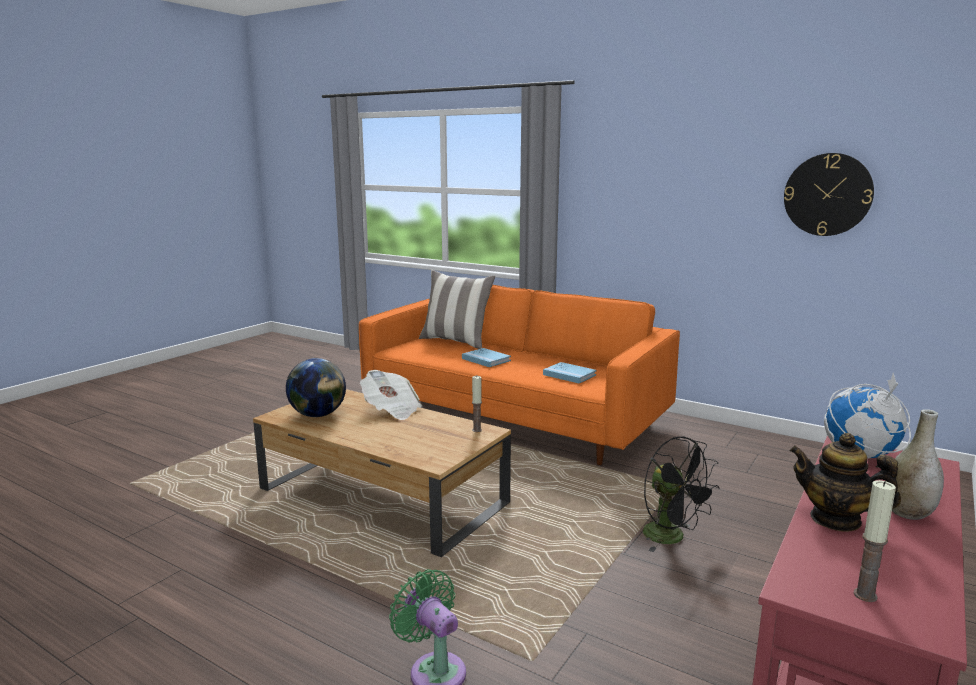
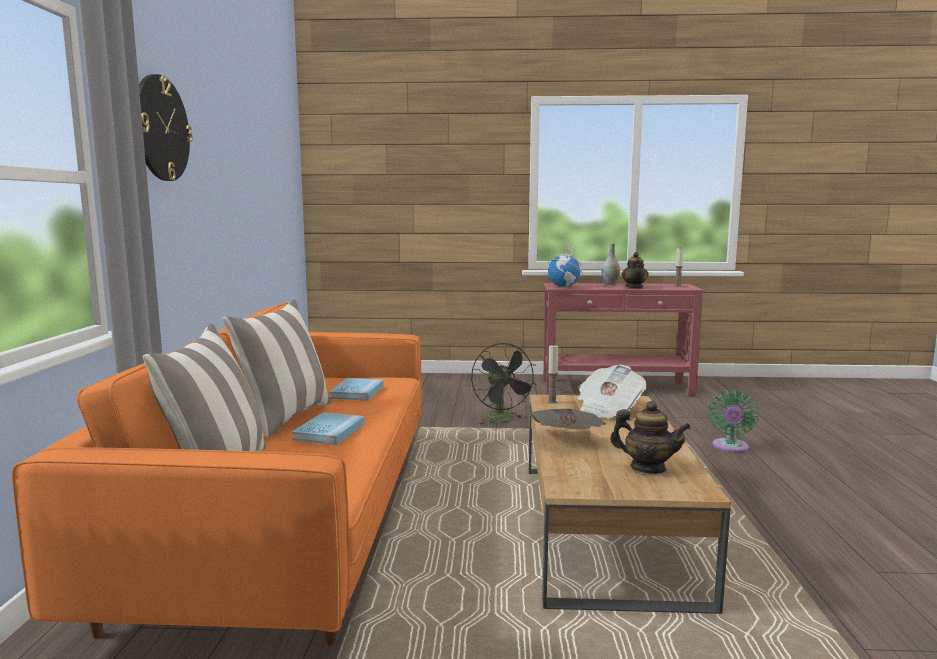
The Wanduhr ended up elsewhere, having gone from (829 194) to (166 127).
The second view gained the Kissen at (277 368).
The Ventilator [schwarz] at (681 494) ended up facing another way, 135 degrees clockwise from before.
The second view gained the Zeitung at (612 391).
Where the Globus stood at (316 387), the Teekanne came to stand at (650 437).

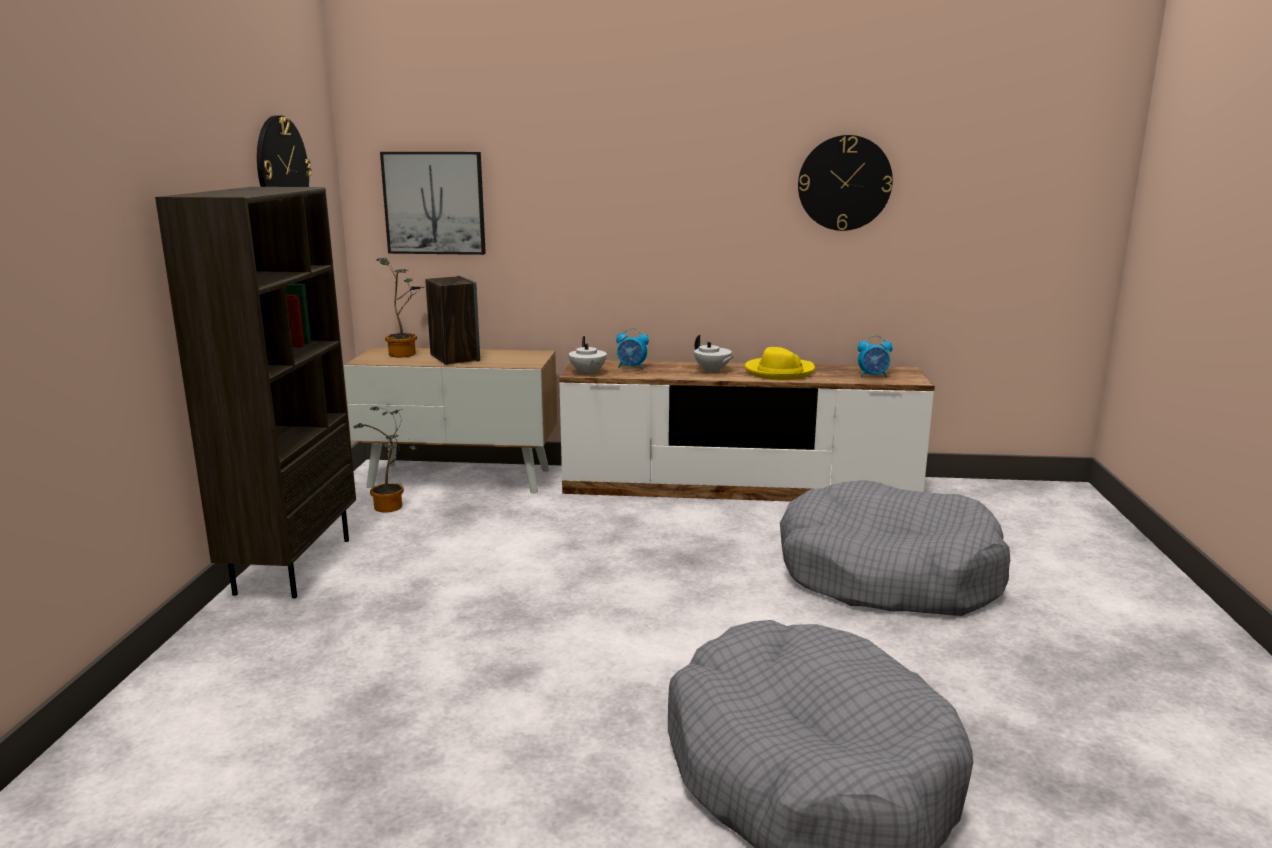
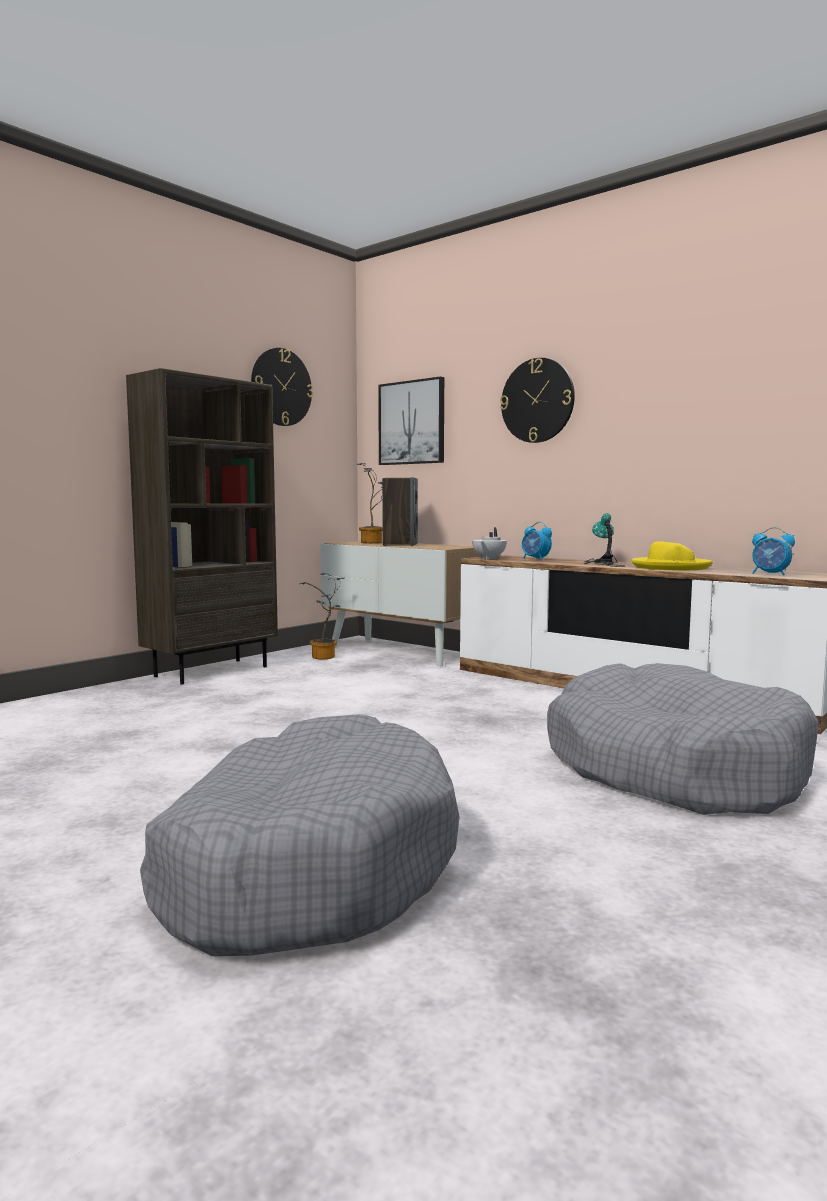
The Wanduhr ended up elsewhere, having gone from (845 183) to (537 400).
Where the Teekanne [weiß] stood at (714 354), the Tischlampe came to stand at (604 540).

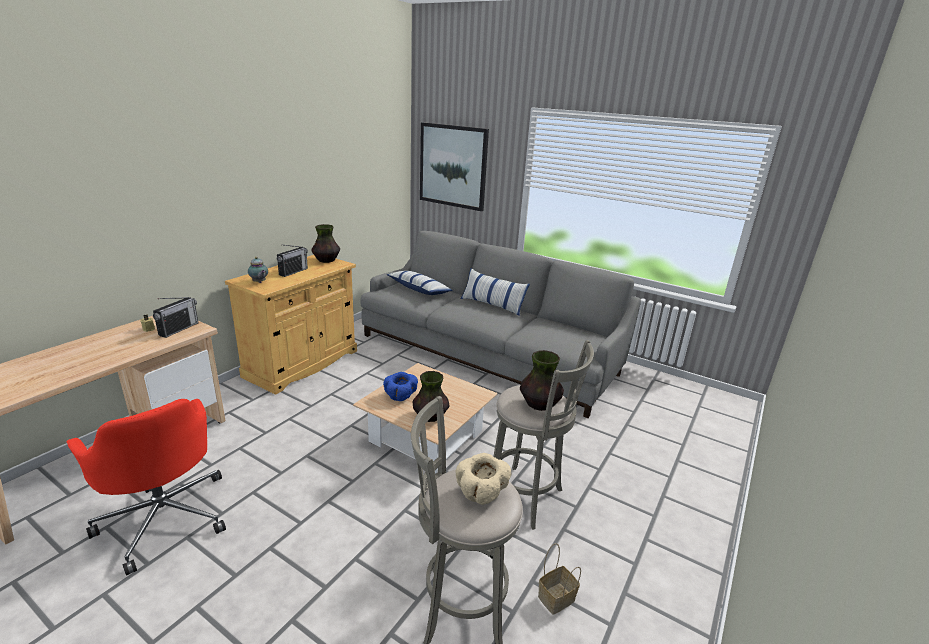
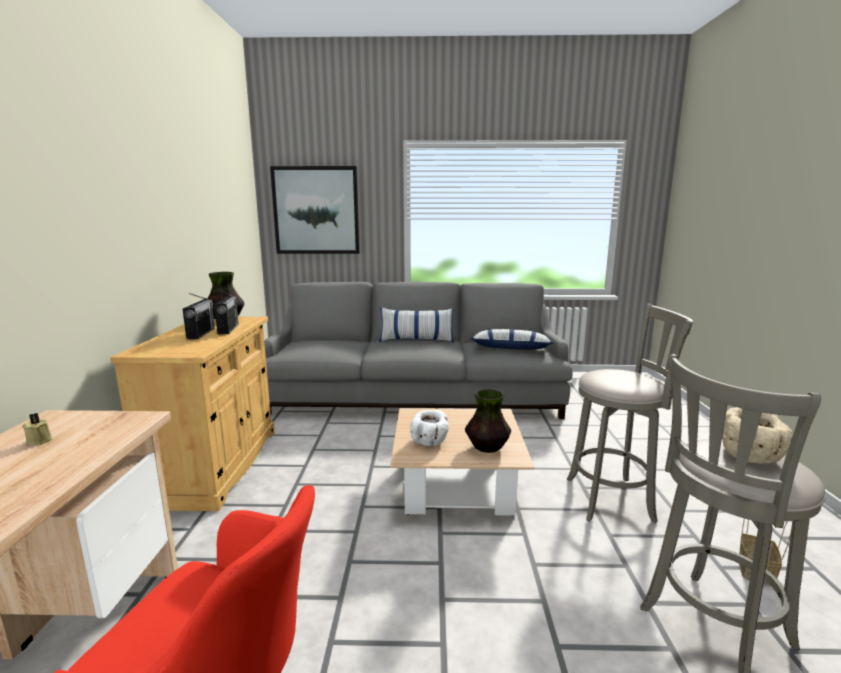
The Radio ended up elsewhere, having gone from (176 317) to (226 312).
What was the Schüssel [blau] at (400 386) turned into the Schüssel [weiß] at (429 428).
The Kissen ended up elsewhere, having gone from (420 283) to (511 339).
The second view lost the Teekanne at (258 270).
The second view lost the Vase at (542 380).

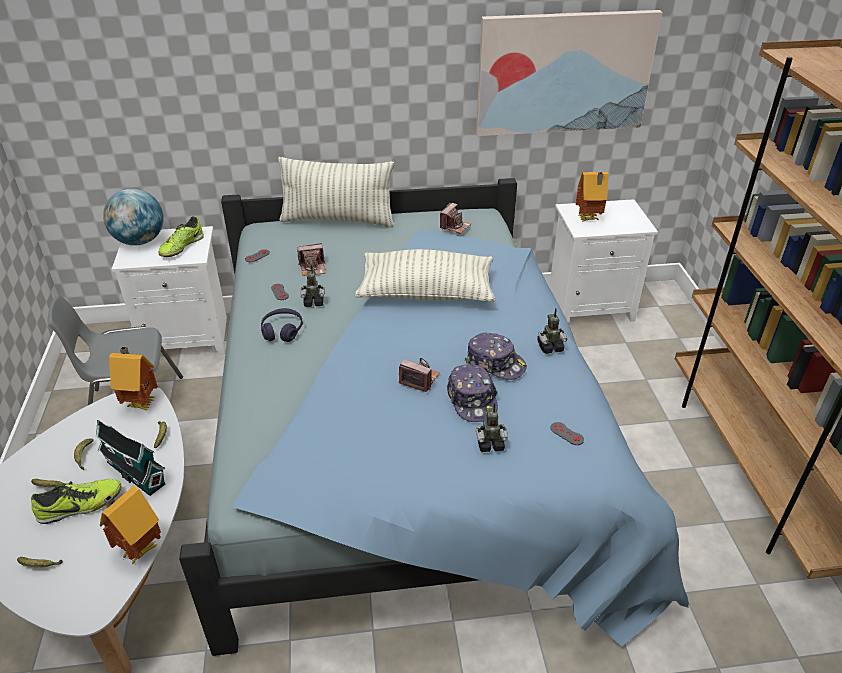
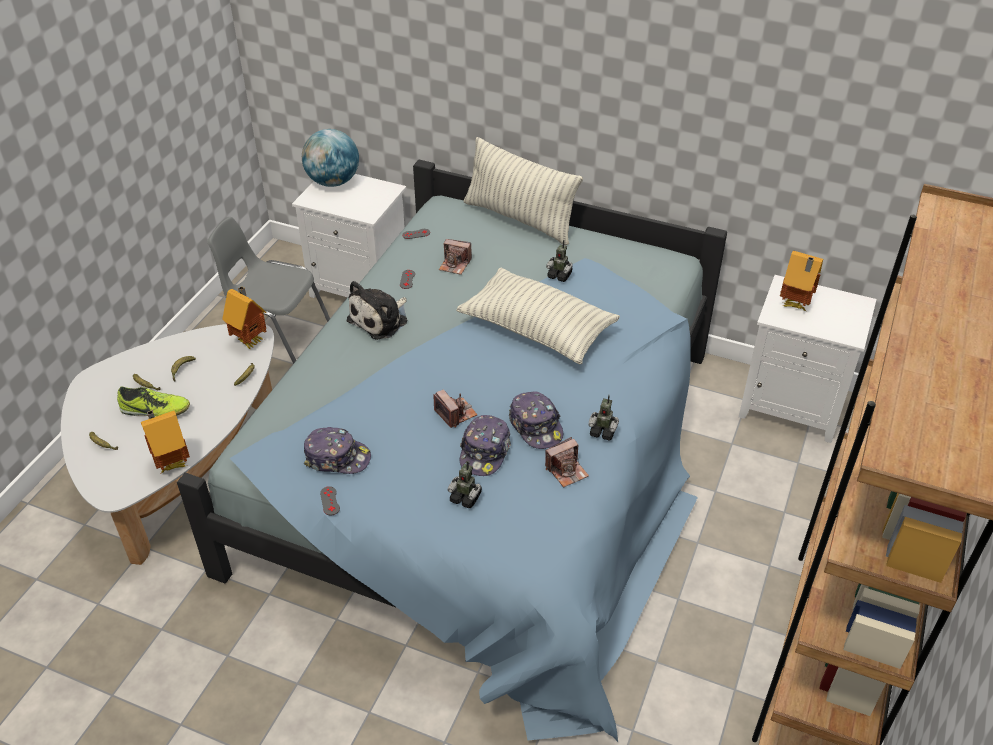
The second view gained the Kappe at (337 450).
The Gamepad [grau] ended up elsewhere, having gone from (567 433) to (330 500).
Where the Kopfhörer [lila] stood at (282 325), the Plüschtier came to stand at (377 310).
The Kamera ended up elsewhere, having gone from (455 218) to (567 462).
The Spielzeugroboter ended up elsewhere, having gone from (312 286) to (559 261).
The second view lost the Spielzeughaus at (131 458).
The second view lost the Schuh at (181 236).
The second view lost the Bild at (569 73).

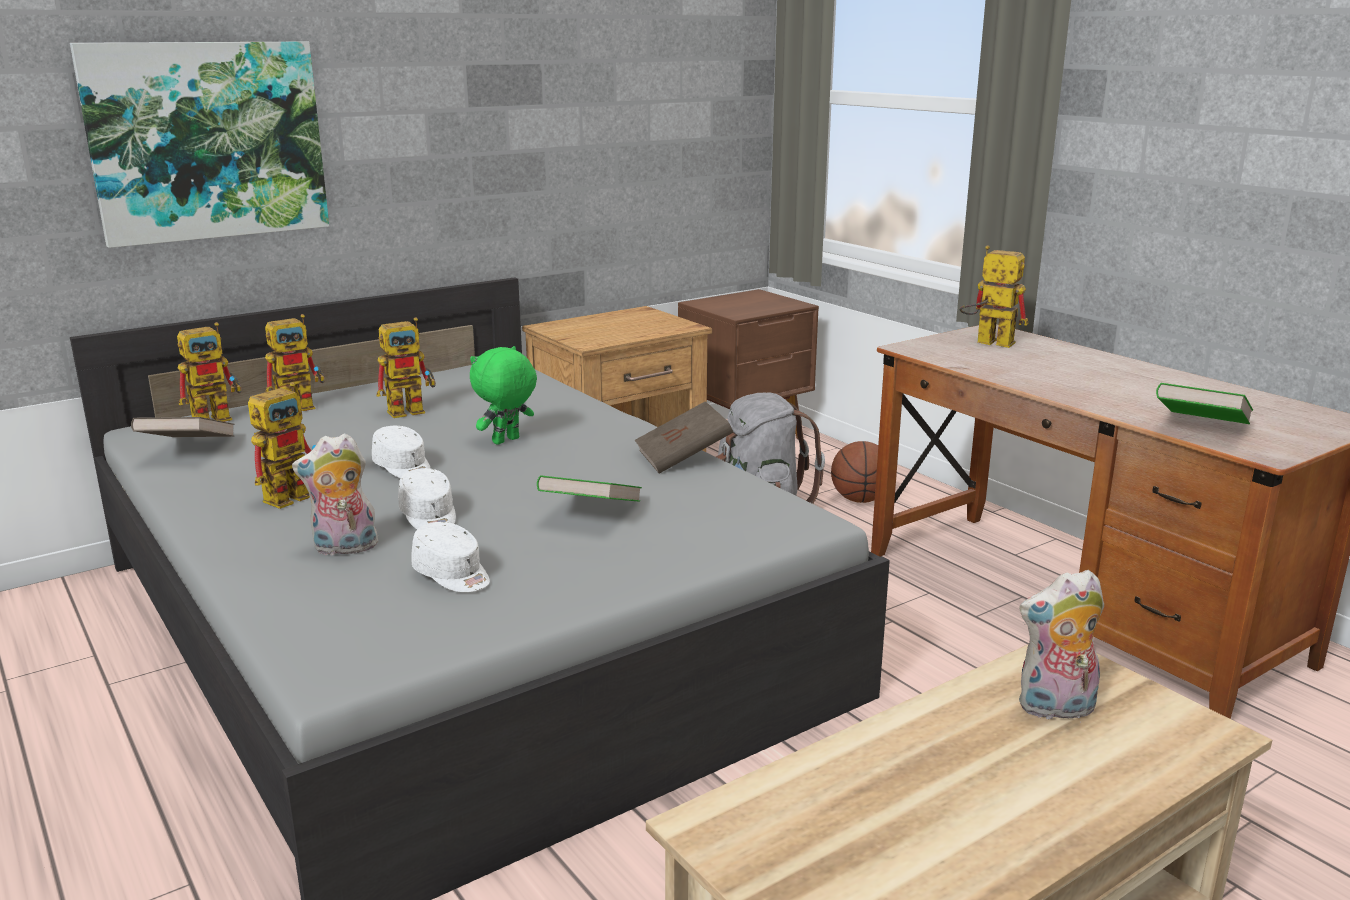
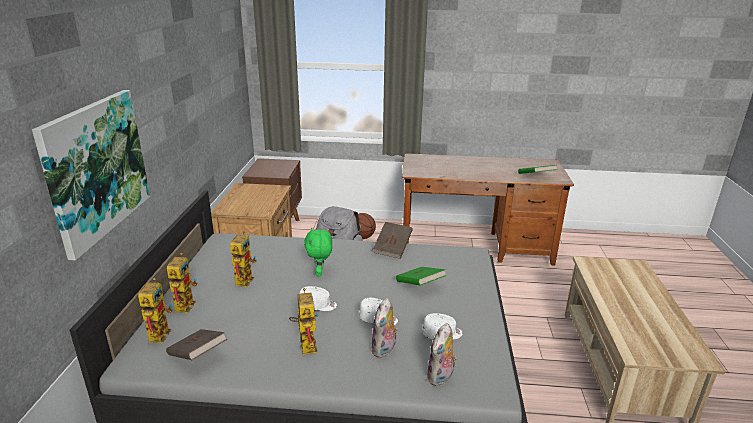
The Plüschtier ended up elsewhere, having gone from (1061 644) to (441 354).
The second view lost the Spielzeugroboter at (994 296).

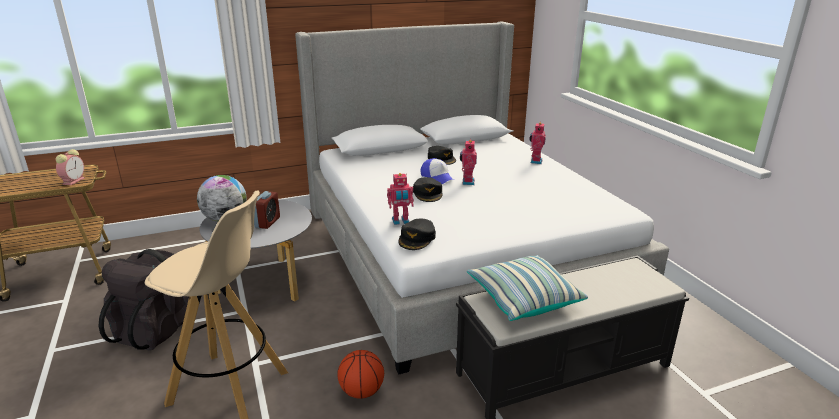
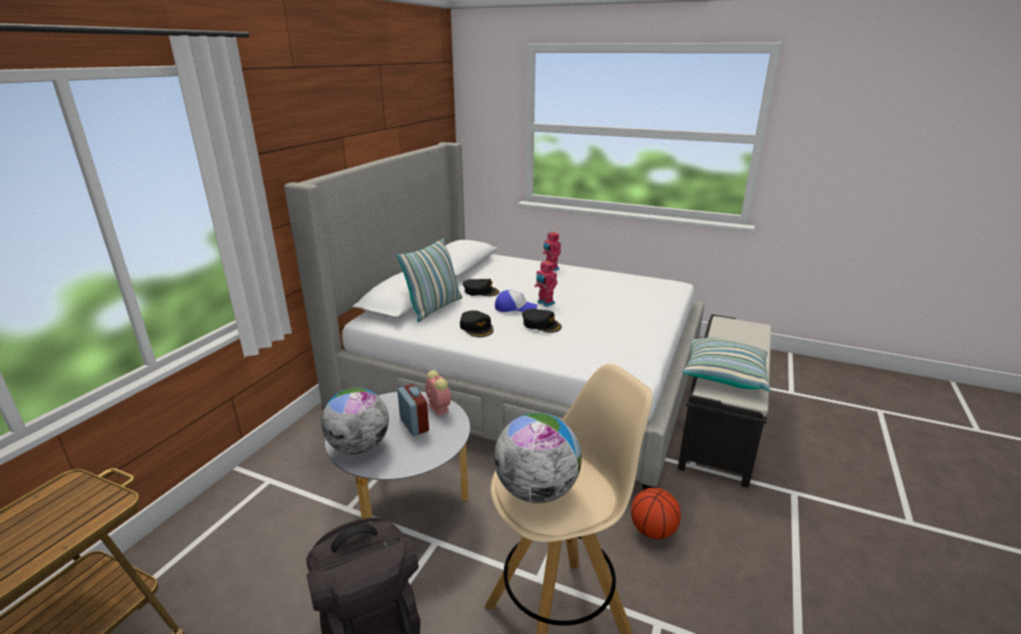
The second view gained the Kissen at (429 280).
The Wecker ended up elsewhere, having gone from (70 167) to (438 393).
The Kappe [schwarz] ended up elsewhere, having gone from (417 234) to (477 323).
The second view gained the Globus at (538 458).
The second view lost the Spielzeugroboter at (400 199).

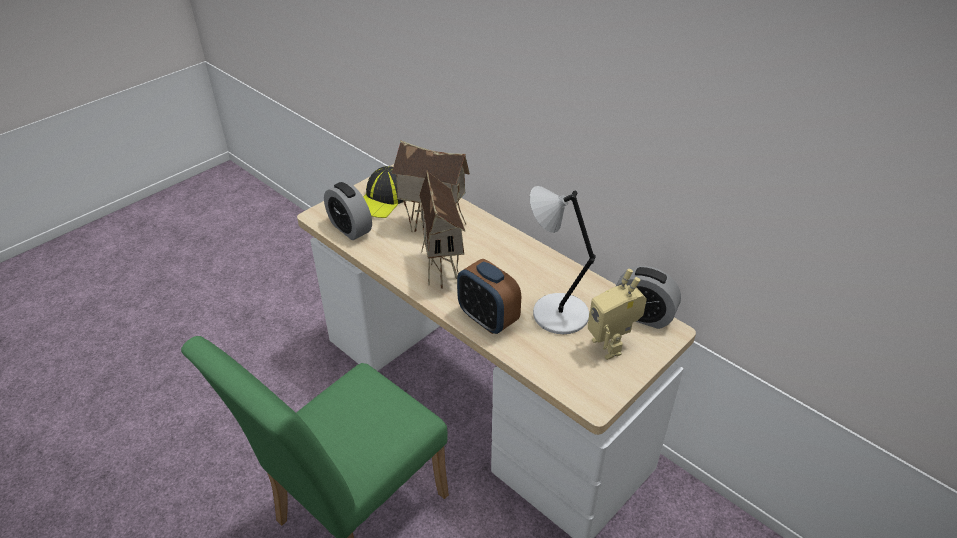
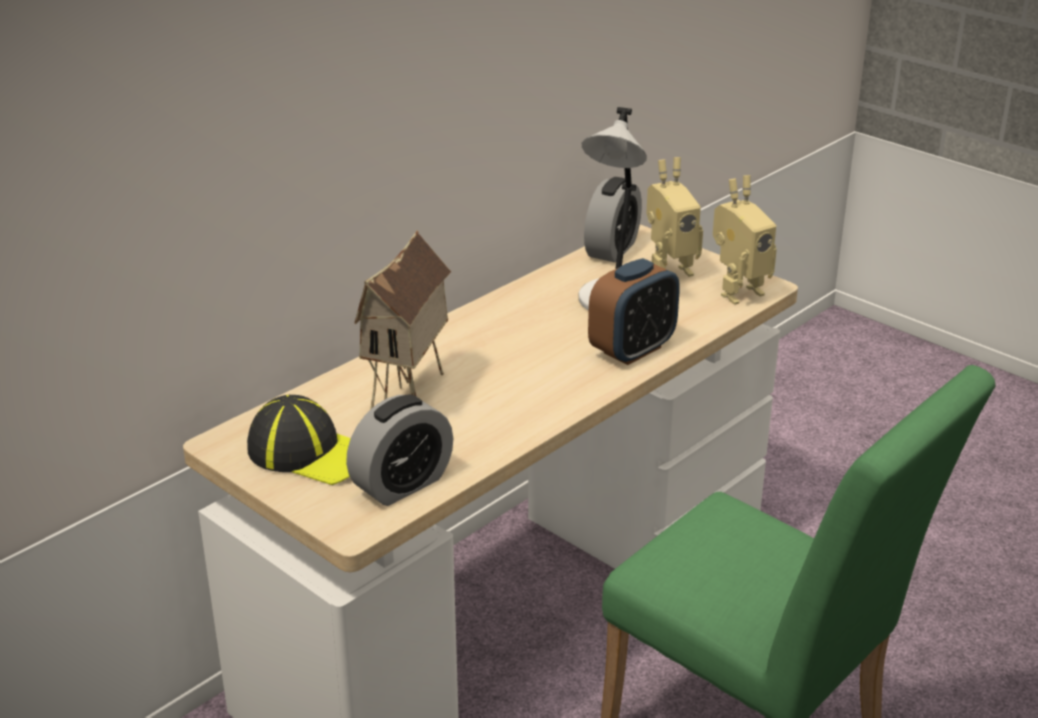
The second view gained the Spielzeugroboter at (745 240).
The second view lost the Spielzeughaus at (442 230).

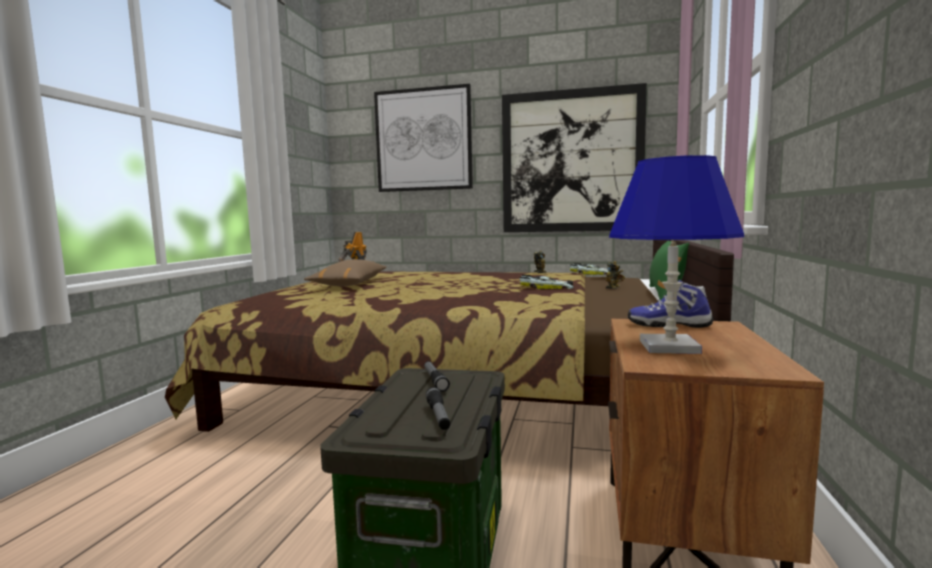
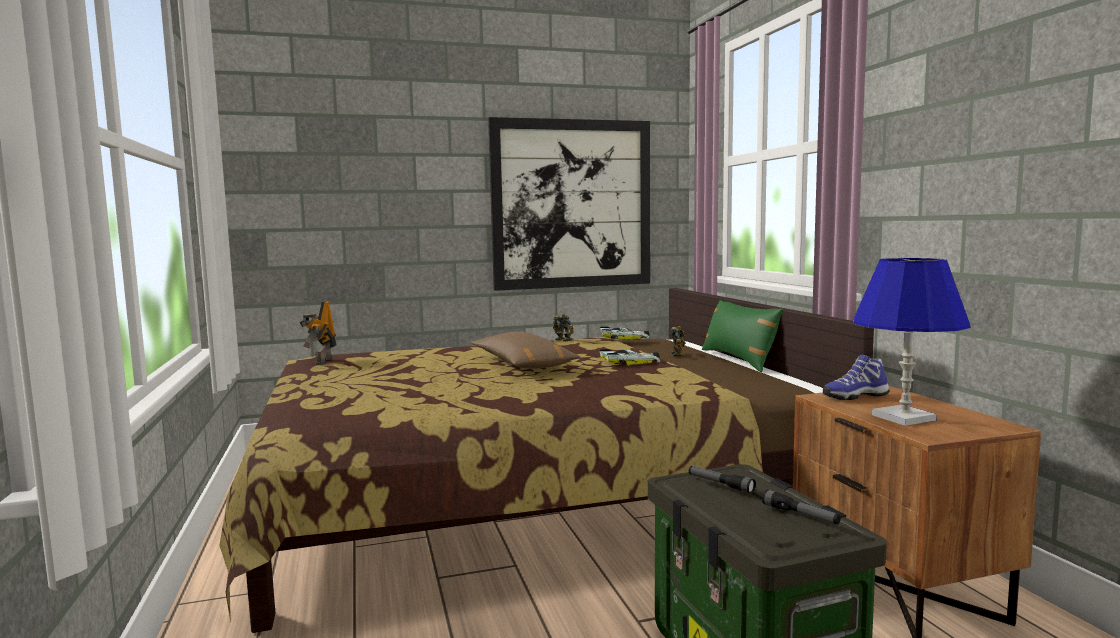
The Kissen [braun] ended up elsewhere, having gone from (345 272) to (525 350).
The second view lost the Bild at (423 138).

